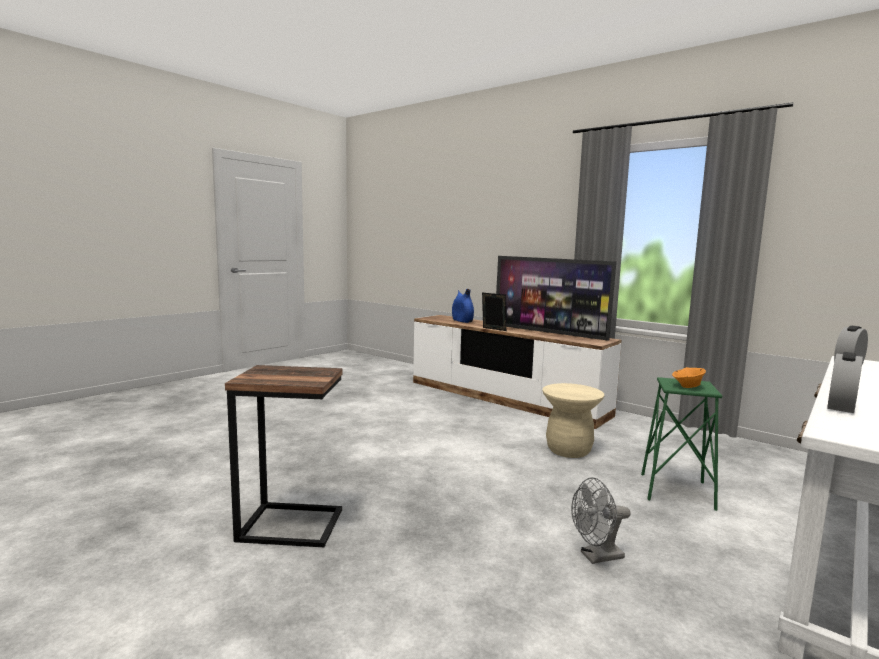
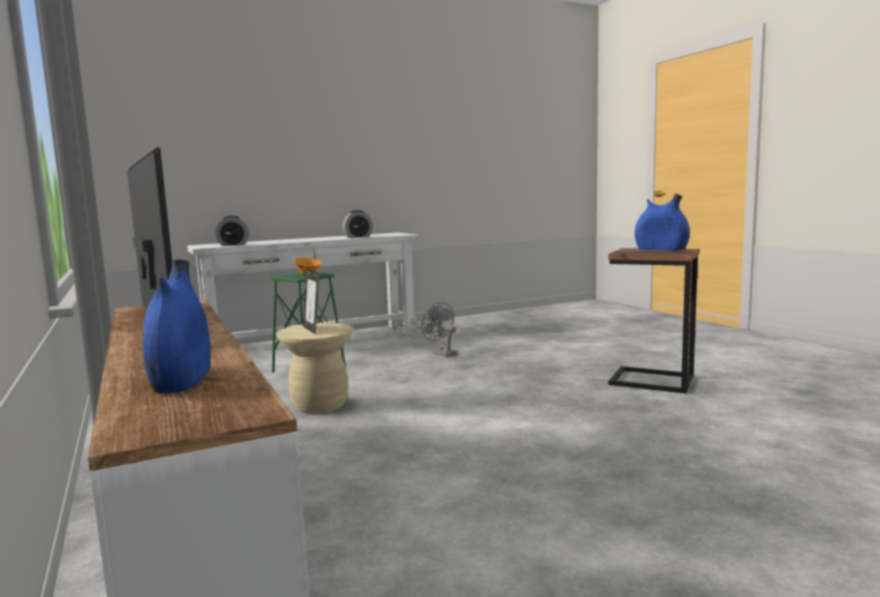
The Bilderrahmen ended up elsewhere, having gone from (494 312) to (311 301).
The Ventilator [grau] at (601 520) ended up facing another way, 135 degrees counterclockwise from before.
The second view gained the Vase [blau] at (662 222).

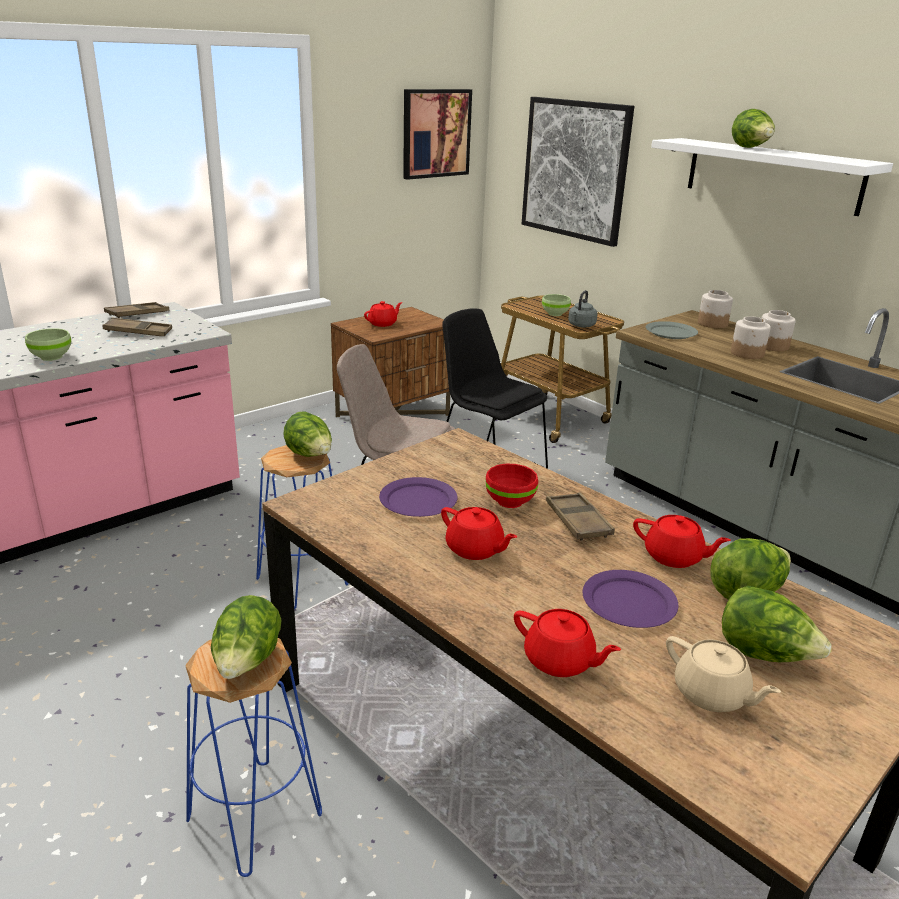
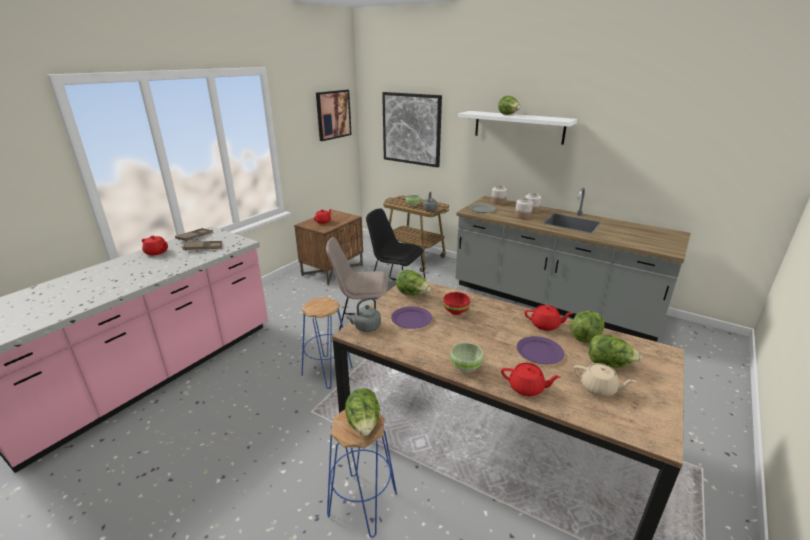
The Teekanne [rot] ended up elsewhere, having gone from (479 533) to (155 245).
The second view gained the Wasserkessel [grau] at (363 314).
The Salatkopf ended up elsewhere, having gone from (307 434) to (413 282).
The Schüssel [grün] ended up elsewhere, having gone from (48 344) to (467 357).
The second view lost the Tablett [braun] at (580 516).

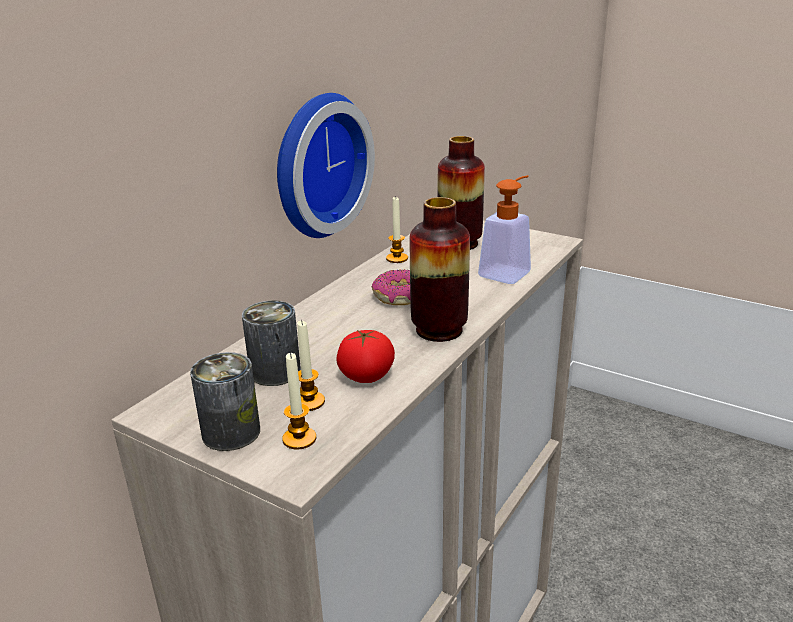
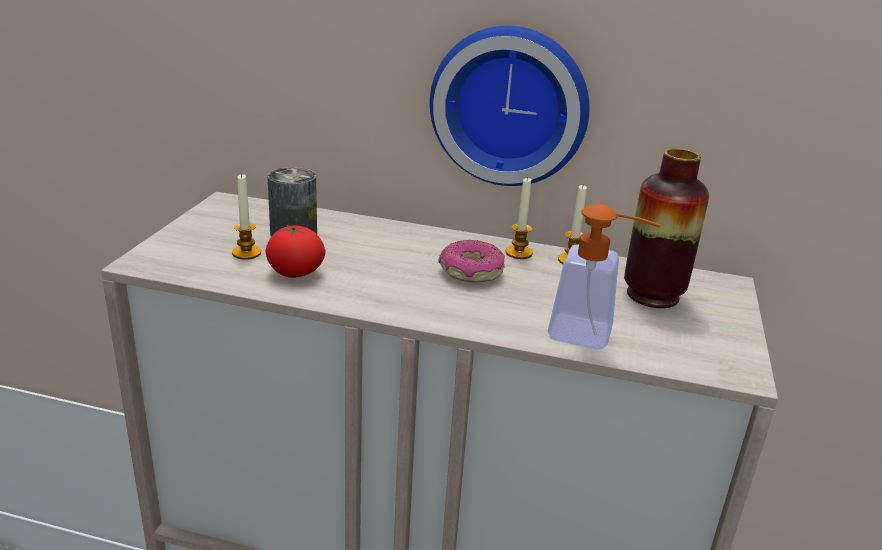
The Kerze ended up elsewhere, having gone from (299 401) to (519 218).
The second view lost the Dose at (225 401).
The second view lost the Vase at (440 269).

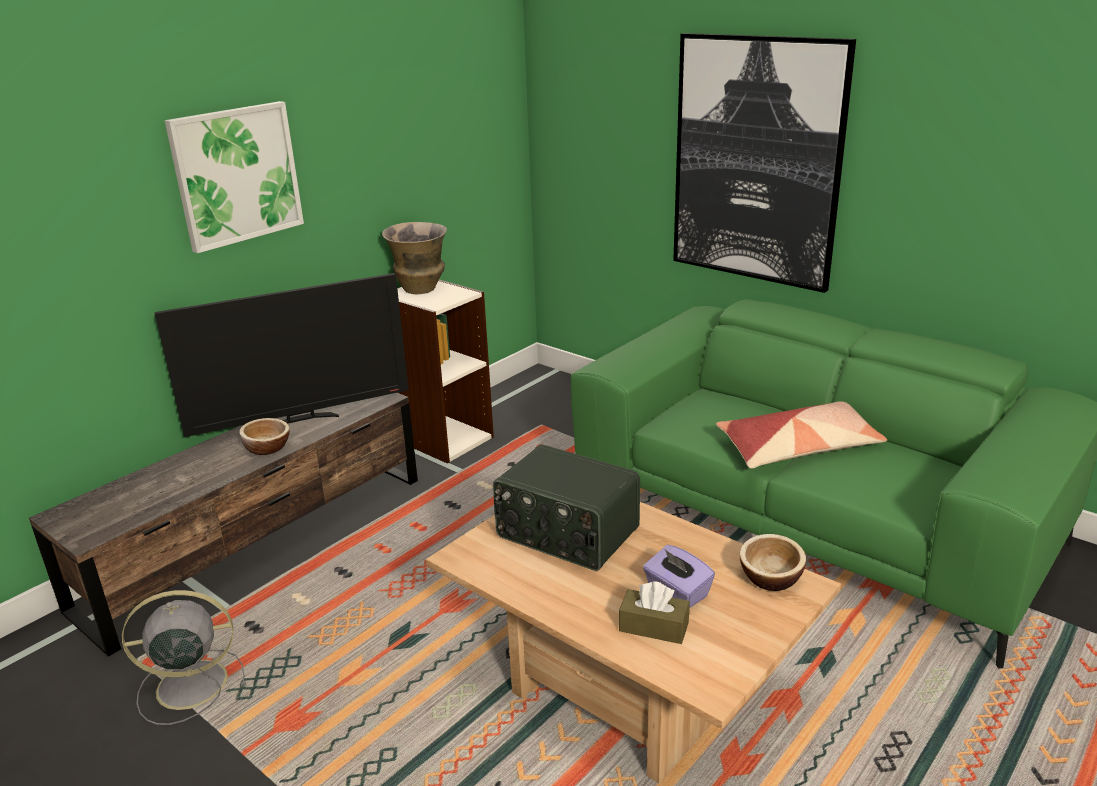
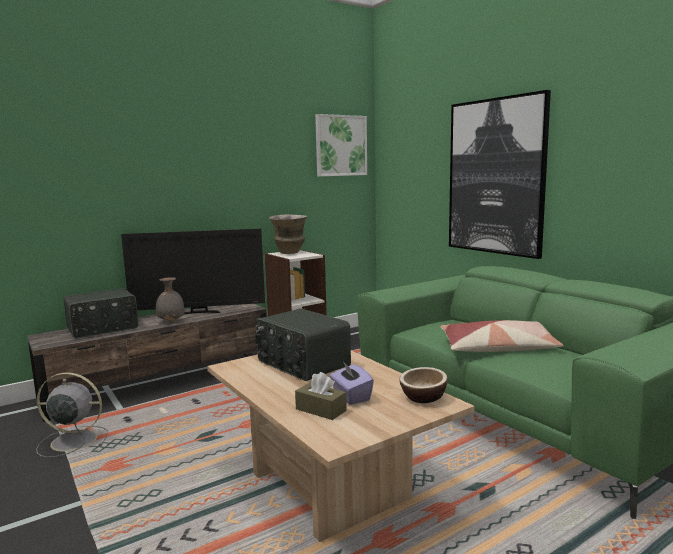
The second view gained the Radio at (101 313).
Where the Schüssel stood at (264 436), the Vase [grau] came to stand at (170 299).
The Bild ended up elsewhere, having gone from (234 177) to (341 145).

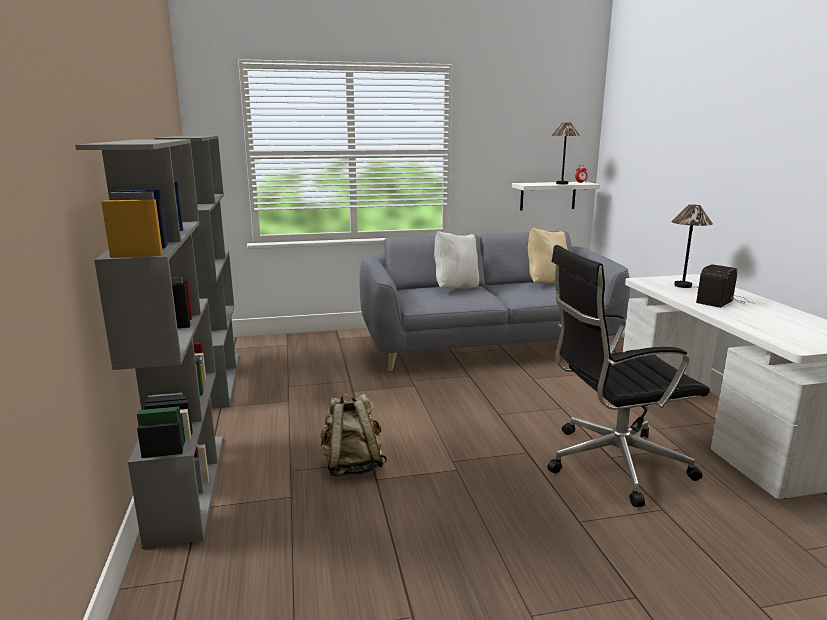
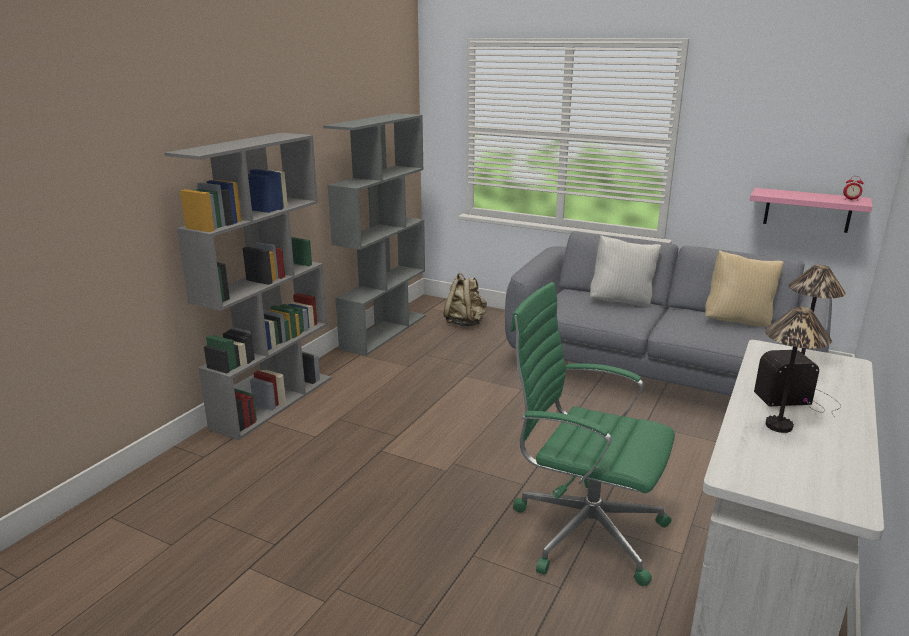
The Rucksack [beige] ended up elsewhere, having gone from (353 435) to (465 299).
What was the Bürostuhl [schwarz] at (628 376) turned into the Bürostuhl [grün] at (592 434).
What was the Wandregal [weiß] at (556 196) turned into the Wandregal [rosa] at (811 210).
The Tischlampe ended up elsewhere, having gone from (566 153) to (798 370).

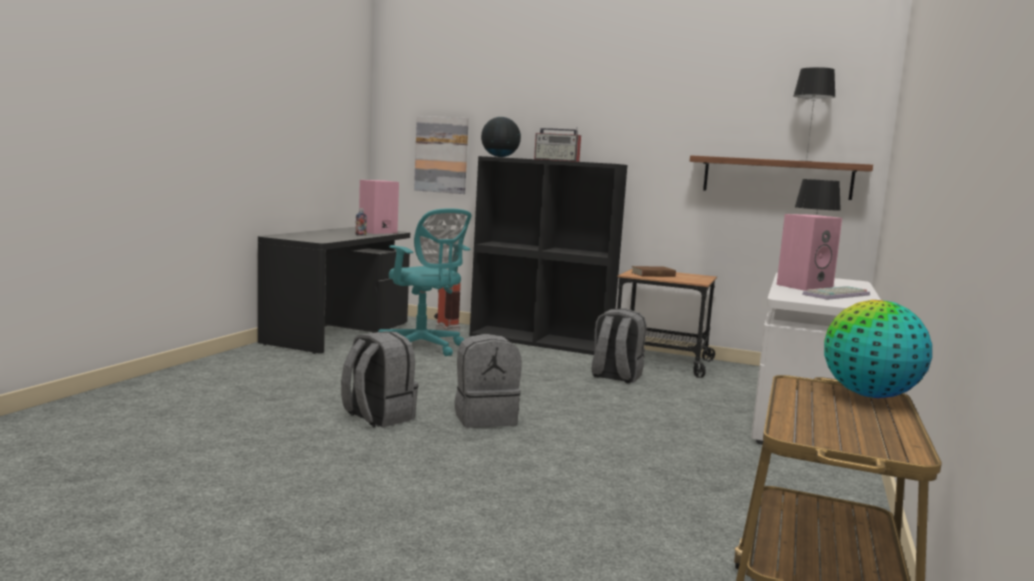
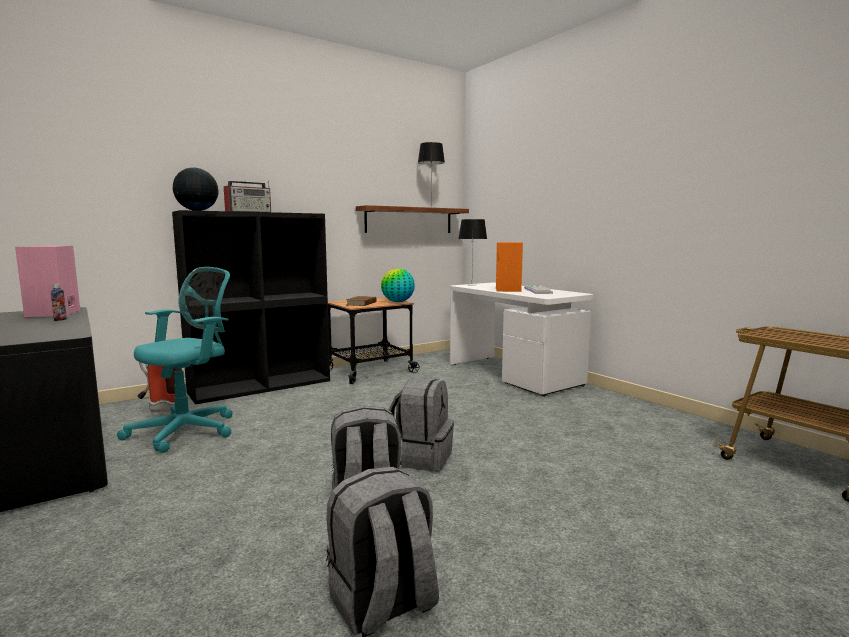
The Bürostuhl [türkis] at (425 282) ended up facing another way, 45 degrees counterclockwise from before.
The Rucksack [grau] ended up elsewhere, having gone from (619 345) to (382 552).
The Globus ended up elsewhere, having gone from (878 349) to (398 285).
What was the Lautsprecher [rosa] at (809 252) turned into the Lautsprecher [orange] at (509 267).
The second view lost the Bild at (441 155).

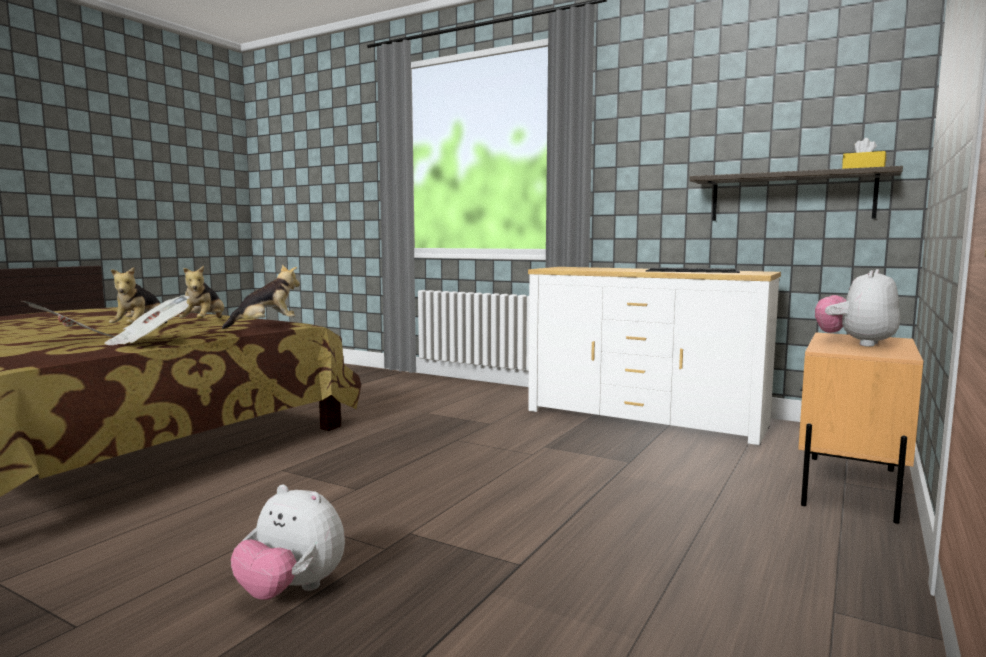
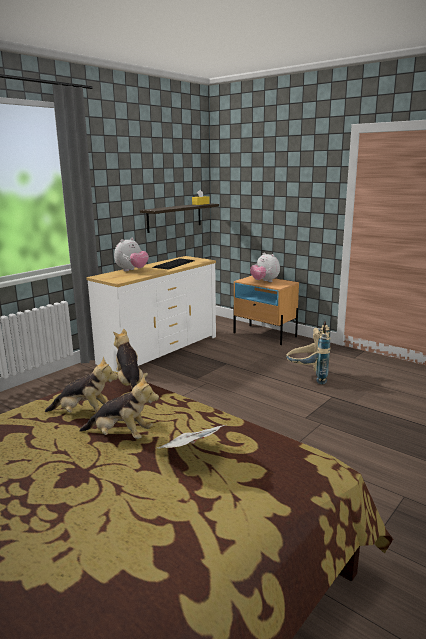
The Plüschtier ended up elsewhere, having gone from (288 542) to (131 254).
The second view gained the Rucksack [beige] at (308 353).
The second view lost the Zeitung at (147 320).

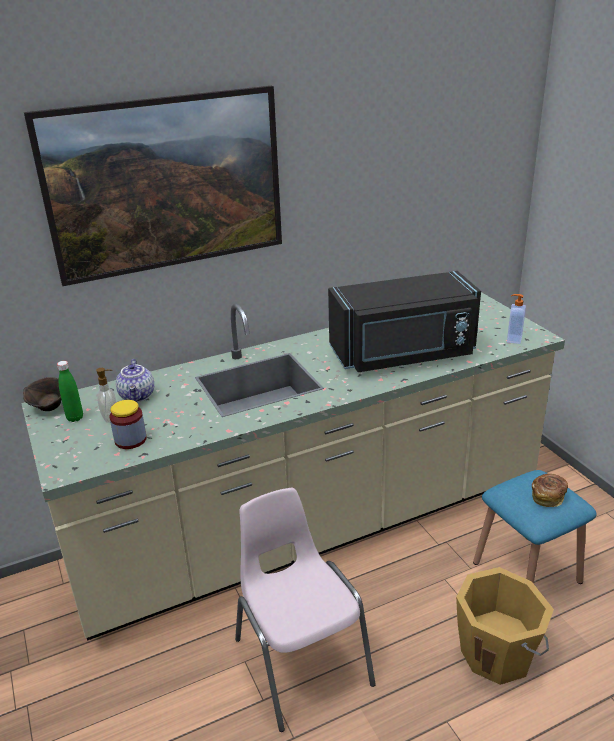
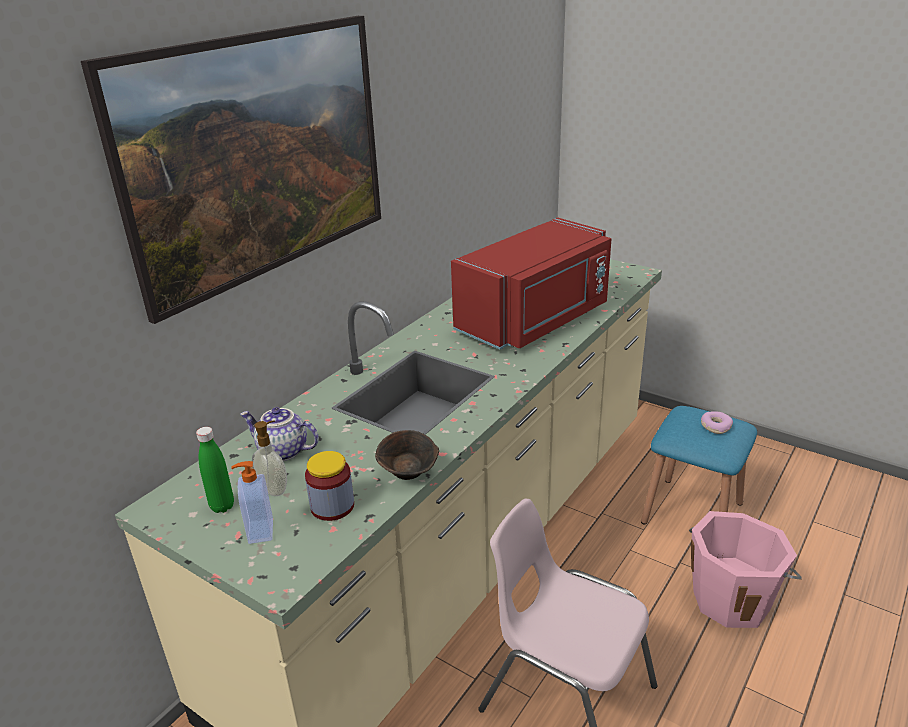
The Seifenspender ended up elsewhere, having gone from (516 319) to (252 502).
The Teekanne at (135 380) ended up facing another way, 150 degrees clockwise from before.
The Schüssel [braun] ended up elsewhere, having gone from (42 394) to (407 455).
What was the Mikrowelle [schwarz] at (404 321) turned into the Mikrowelle [rot] at (531 284).
What was the Eimer [orange] at (505 626) turned into the Eimer [rosa] at (745 569).
Where the Brot stood at (550 490), the Donut came to stand at (717 423).

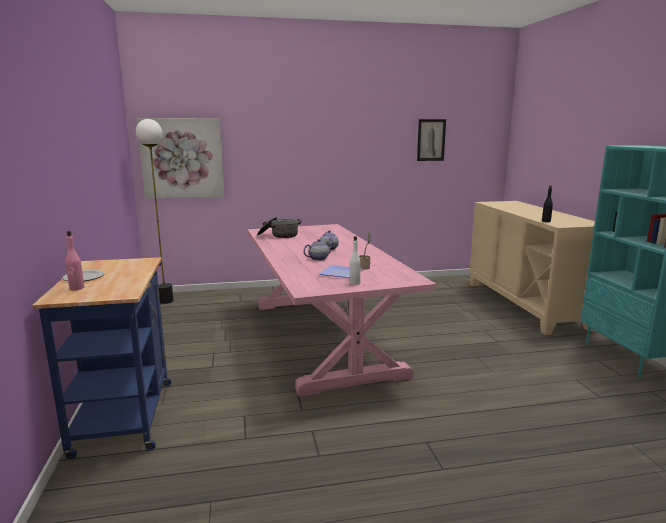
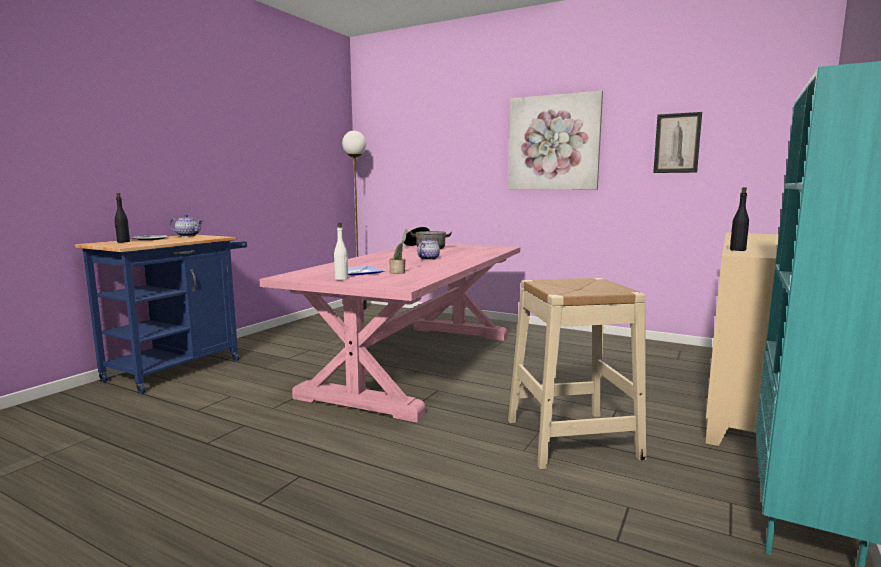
What was the Flasche [rosa] at (75 260) turned into the Flasche [schwarz] at (122 217).
The Teekanne ended up elsewhere, having gone from (318 250) to (186 225).
The Bild ended up elsewhere, having gone from (180 158) to (555 140).
The second view gained the Hocker [beige] at (577 373).

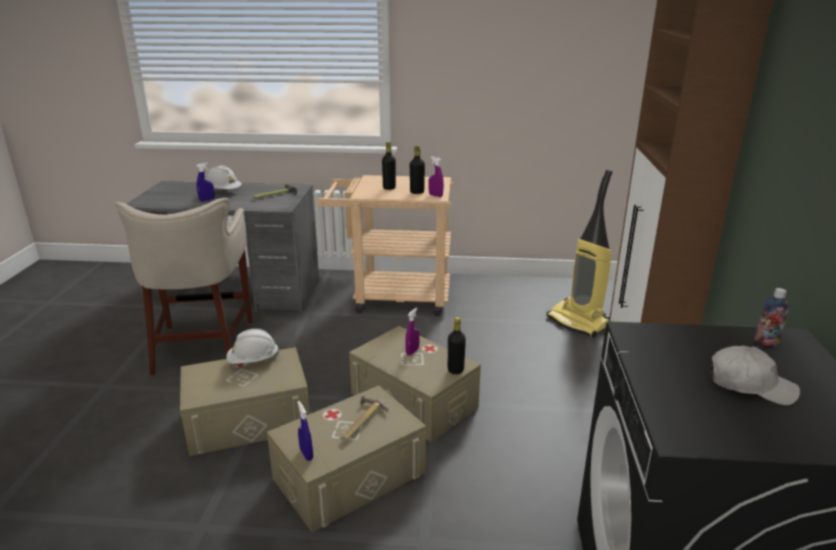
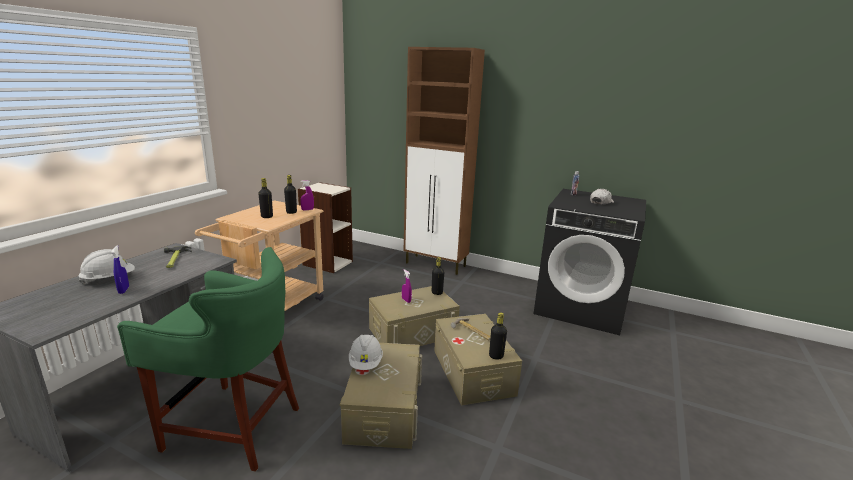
What was the Hocker [beige] at (184 287) turned into the Hocker [grün] at (208 359).
The second view gained the Bücherregal at (325 227).
Where the Sprühflasche [blau] stood at (305 431), the Flasche [schwarz] came to stand at (498 336).
The second view lost the Staubsauger at (579 254).

